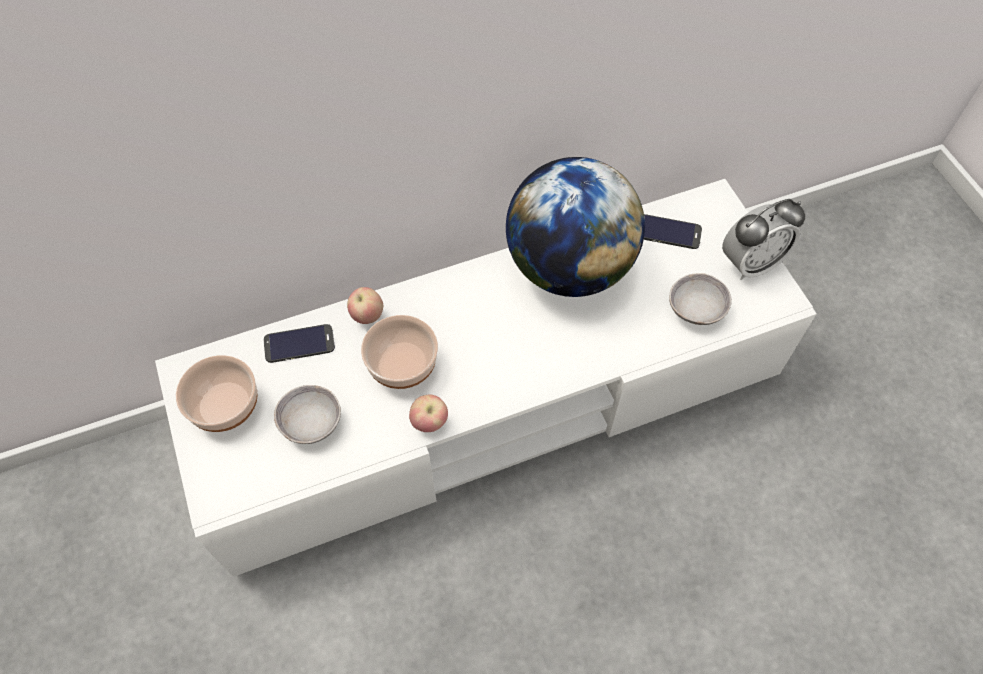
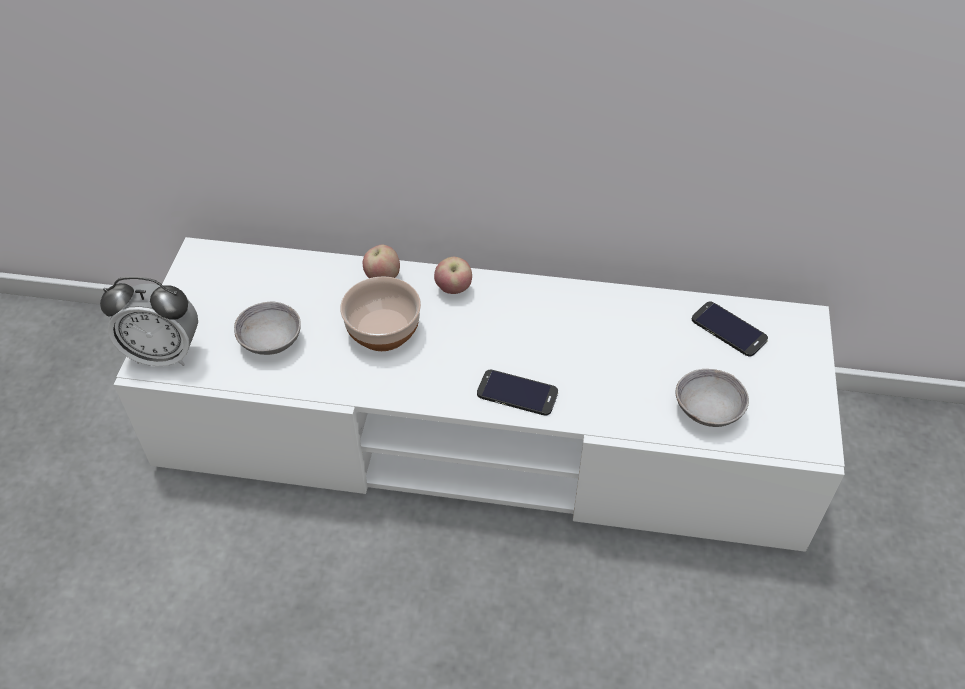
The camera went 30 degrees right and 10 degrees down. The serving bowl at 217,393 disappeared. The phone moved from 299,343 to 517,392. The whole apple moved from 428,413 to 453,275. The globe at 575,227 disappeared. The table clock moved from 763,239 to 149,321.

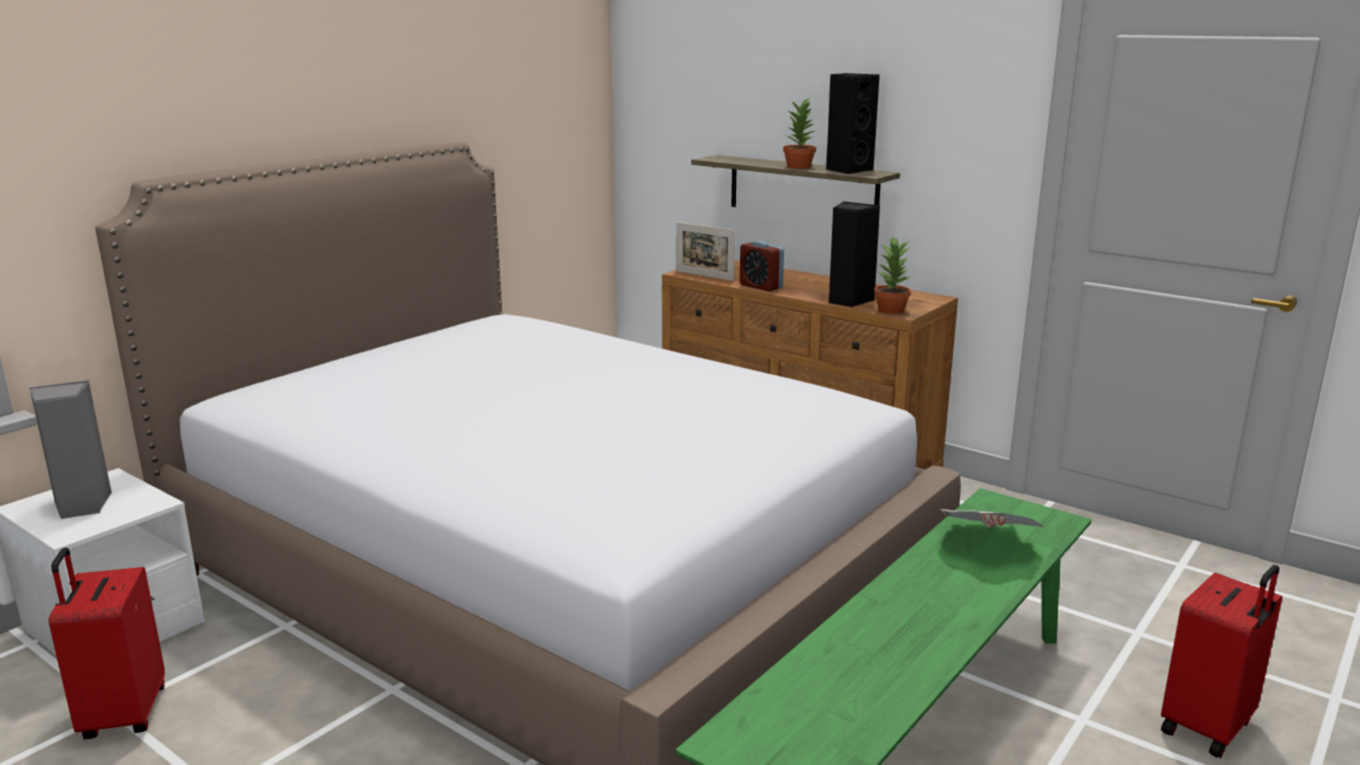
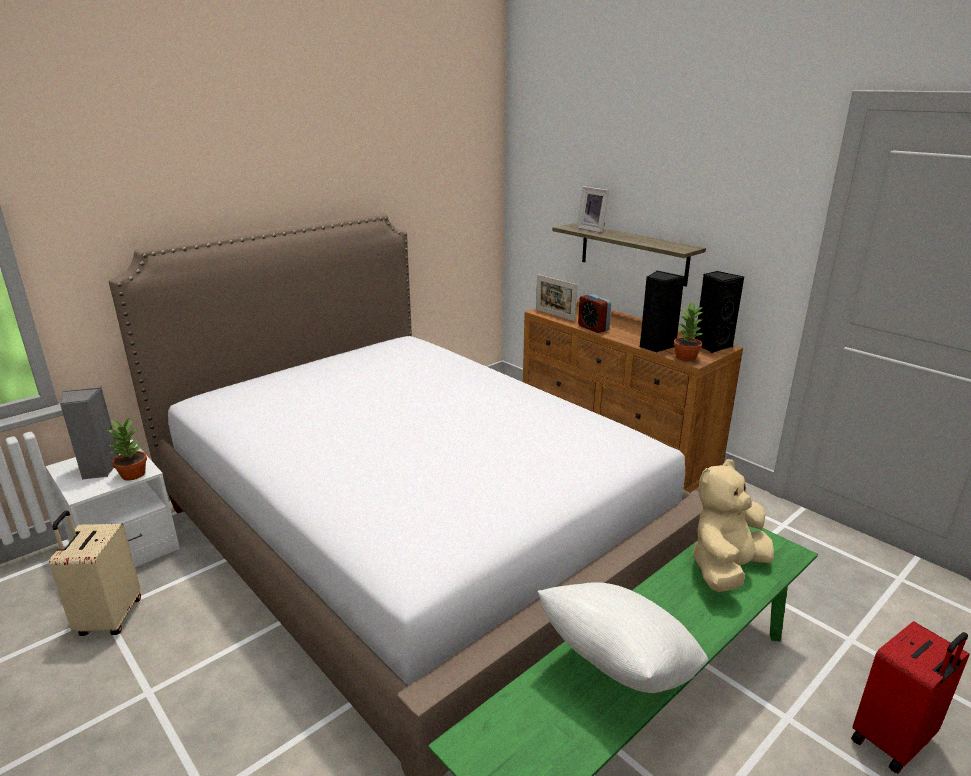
The camera went 10 degrees right and 5 degrees up. The red-coloured piece of luggage at 107,643 became the sand-coloured piece of luggage at 95,573. The houseplant moved from 799,133 to 127,449. The blackish speaker moved from 853,123 to 719,312. The newspaper at 991,518 was replaced by the sand-coloured plush toy at 733,525. The whitish pillow at 622,637 appeared. The standing frame at 593,209 appeared.

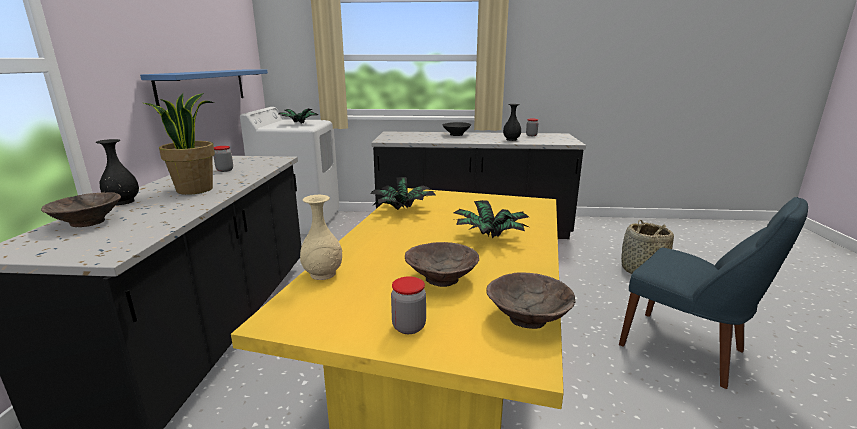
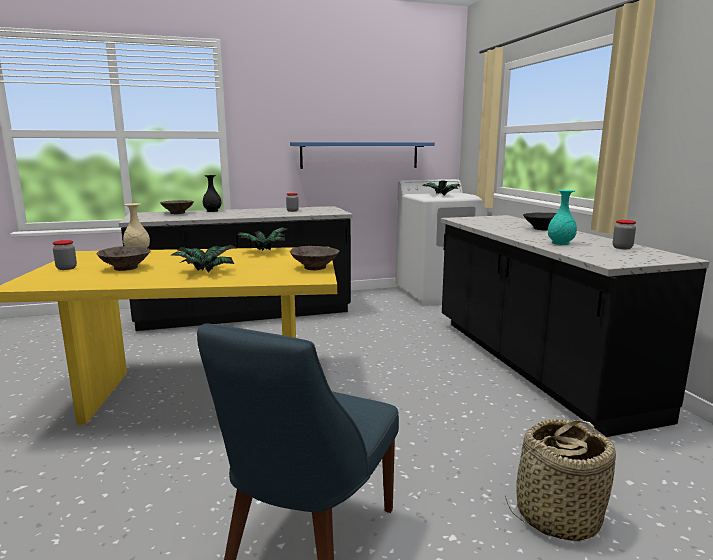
The camera went 70 degrees right and 5 degrees down. The houseplant at 179,144 disappeared. The brown-coloured serving bowl moved from 530,300 to 315,258. The blackish flower vase at 512,122 became the blue-green flower vase at 562,217.

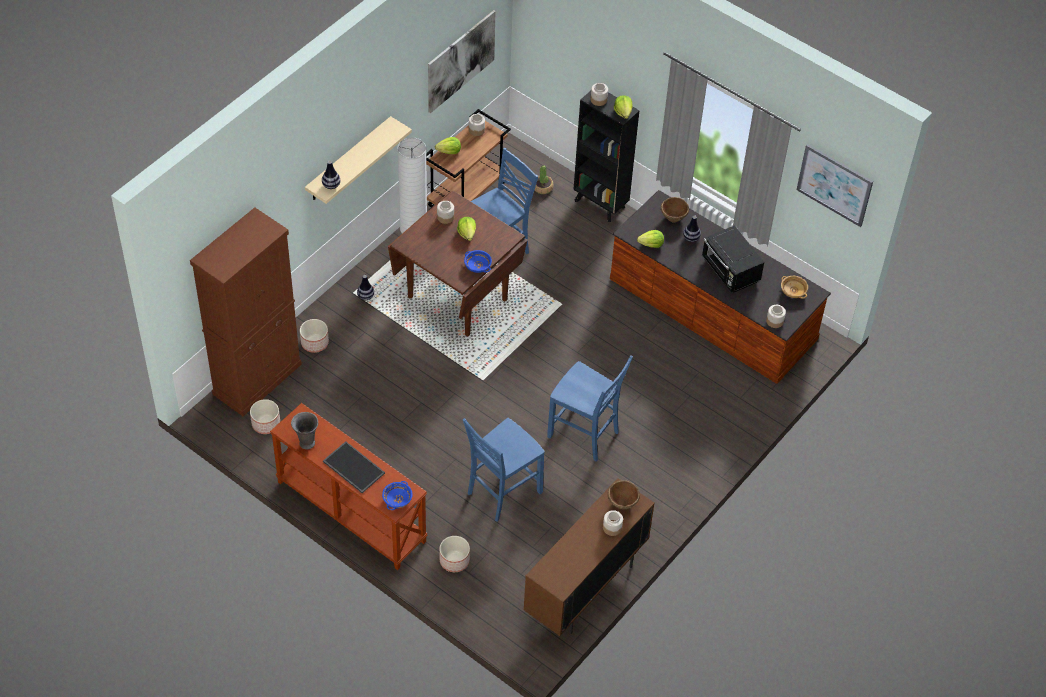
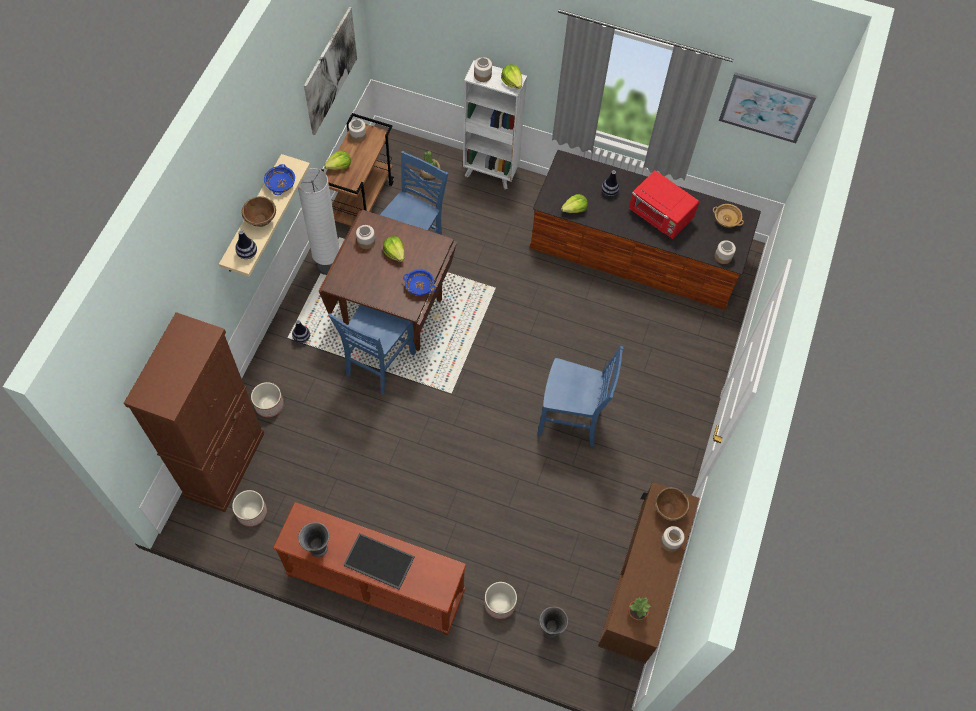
The camera went 20 degrees left and 10 degrees up. The bluish serving bowl moved from 397,495 to 279,179. The bluish chair moved from 504,470 to 372,350. The blackish bookshelf at 606,156 became the whitish bookshelf at 495,124. The brown-coloured serving bowl moved from 675,209 to 258,211. The blackish microwave oven at 733,258 became the red-coloured microwave oven at 664,204. The greyish flower vase at 553,622 appeared. The houseplant at 639,609 appeared.

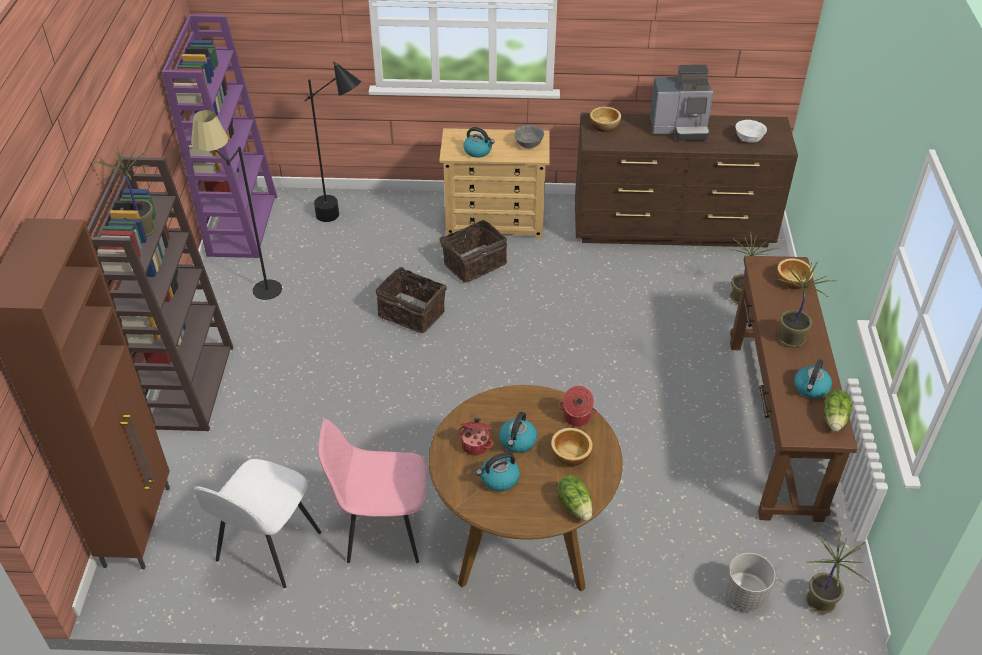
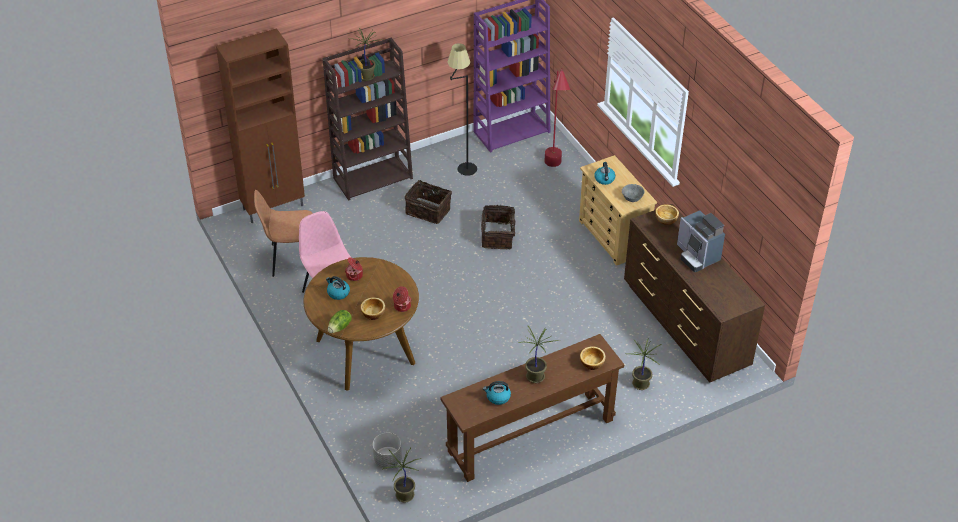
The camera went 60 degrees right and 0 degrees up. The whitish chair at 257,523 became the brown-coloured chair at 283,233. The blackish standard lamp at 333,141 became the red-coloured standard lamp at 557,117. The storage basket moved from 472,251 to 428,200. The water kettle at 518,432 disappeared. The whitish serving bowl at 751,131 disappeared. The lettuce at 838,411 disappeared.

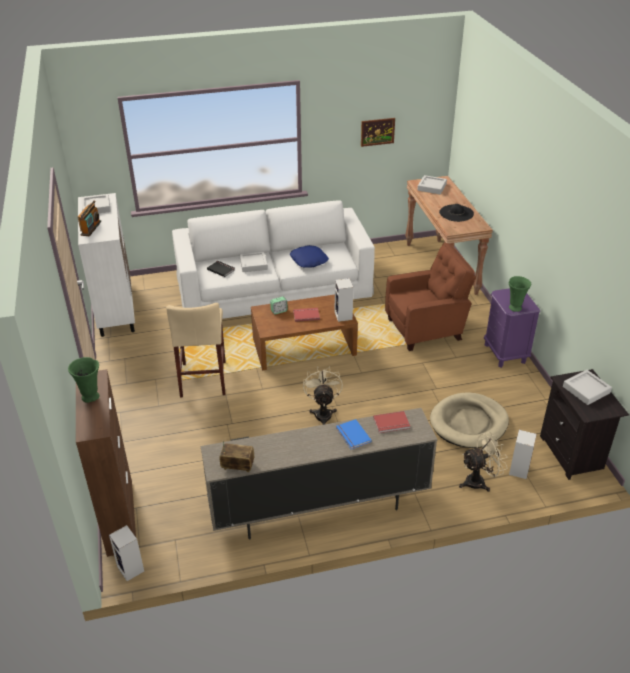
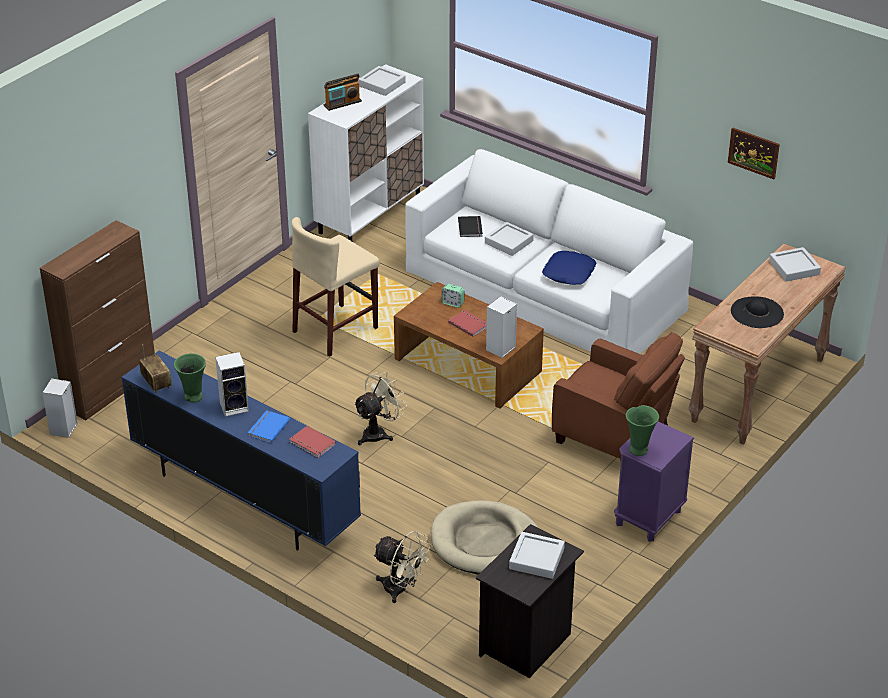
The camera went 50 degrees right and 0 degrees up. The green-coloured flower vase moved from 83,380 to 190,378. The sand-coloured tv stand at 319,473 became the bluish tv stand at 241,451. The speaker moved from 523,454 to 232,384.

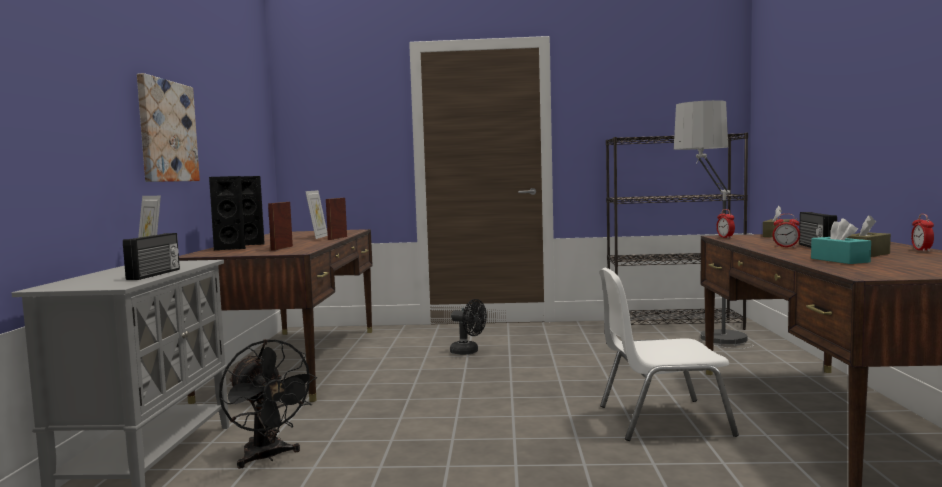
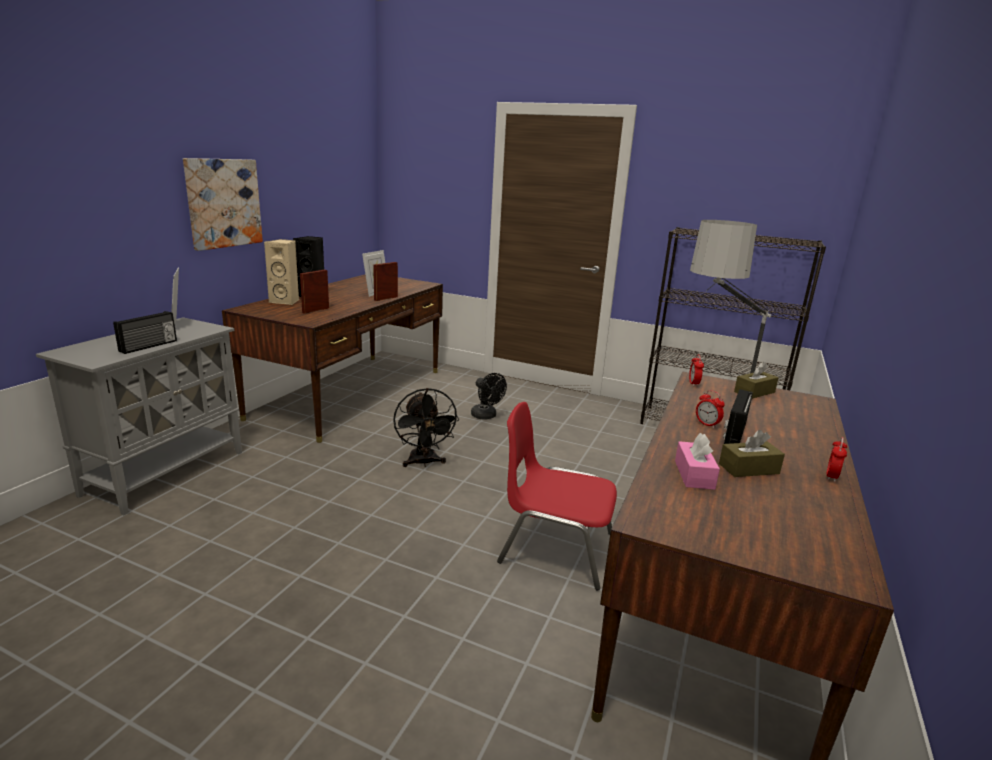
The camera went 20 degrees right and 15 degrees up. The blackish speaker at 227,213 became the sand-coloured speaker at 281,272. The blackish fan moved from 268,404 to 426,427. The whitish chair at 669,354 became the red-coloured chair at 557,496. The blue-green tissue holder at 841,241 became the pink-coloured tissue holder at 697,461.

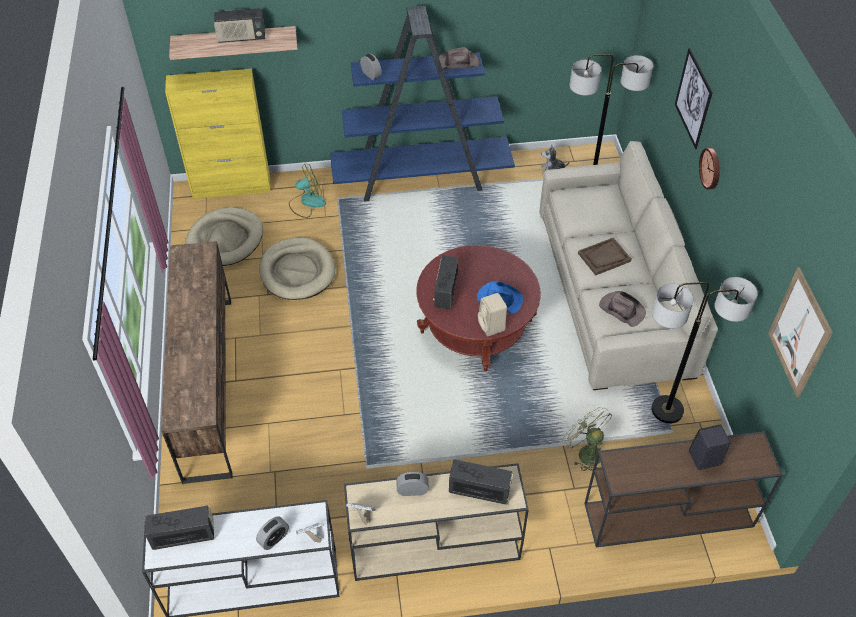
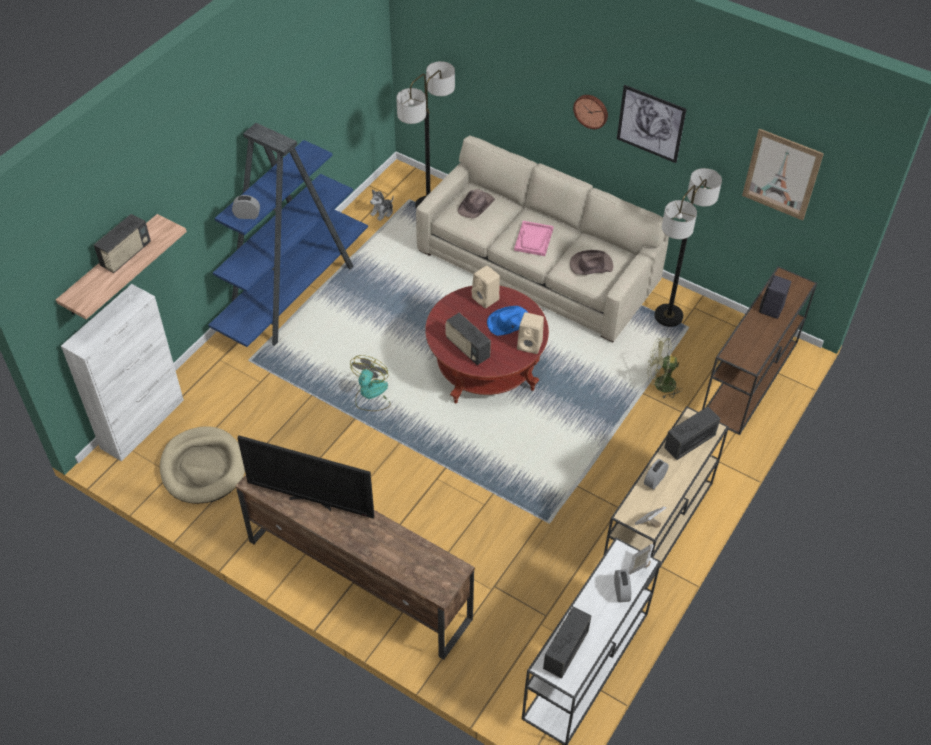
The camera went 50 degrees left and 0 degrees up. The yellow cupboard at 218,134 became the whitish cupboard at 122,373. The sand-coloured dog cushion at 297,268 disappeared. The fan moved from 307,191 to 370,383. The brown-coloured hat moved from 459,58 to 476,203. The brown-coloured serving tray at 604,256 became the pink-coloured serving tray at 534,238. The picture moved from 694,98 to 652,124. The TV at 305,476 appeared. The sand-coloured speaker at 485,287 appeared.

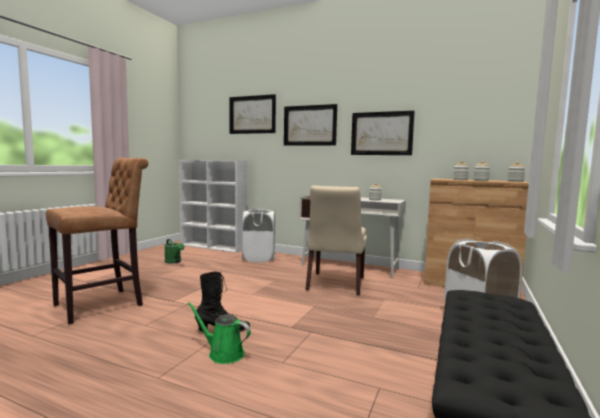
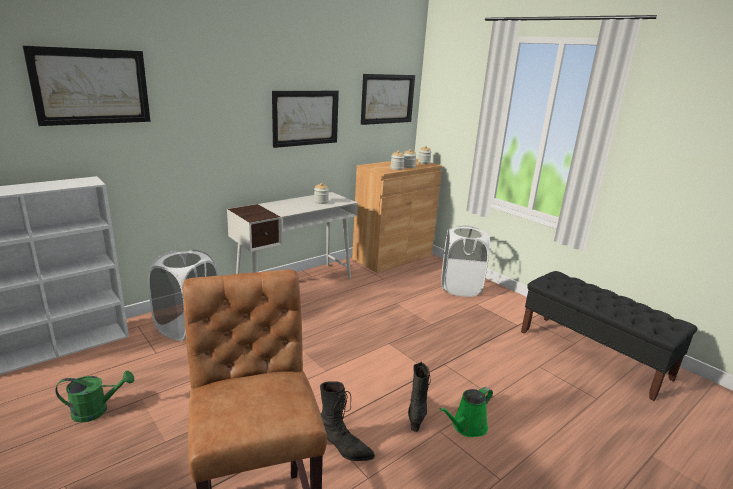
The camera went 65 degrees left and 15 degrees up. The picture moved from 310,125 to 388,99. The sand-coloured chair at 336,241 disappeared. The blackish high-top boot at 347,421 appeared.

